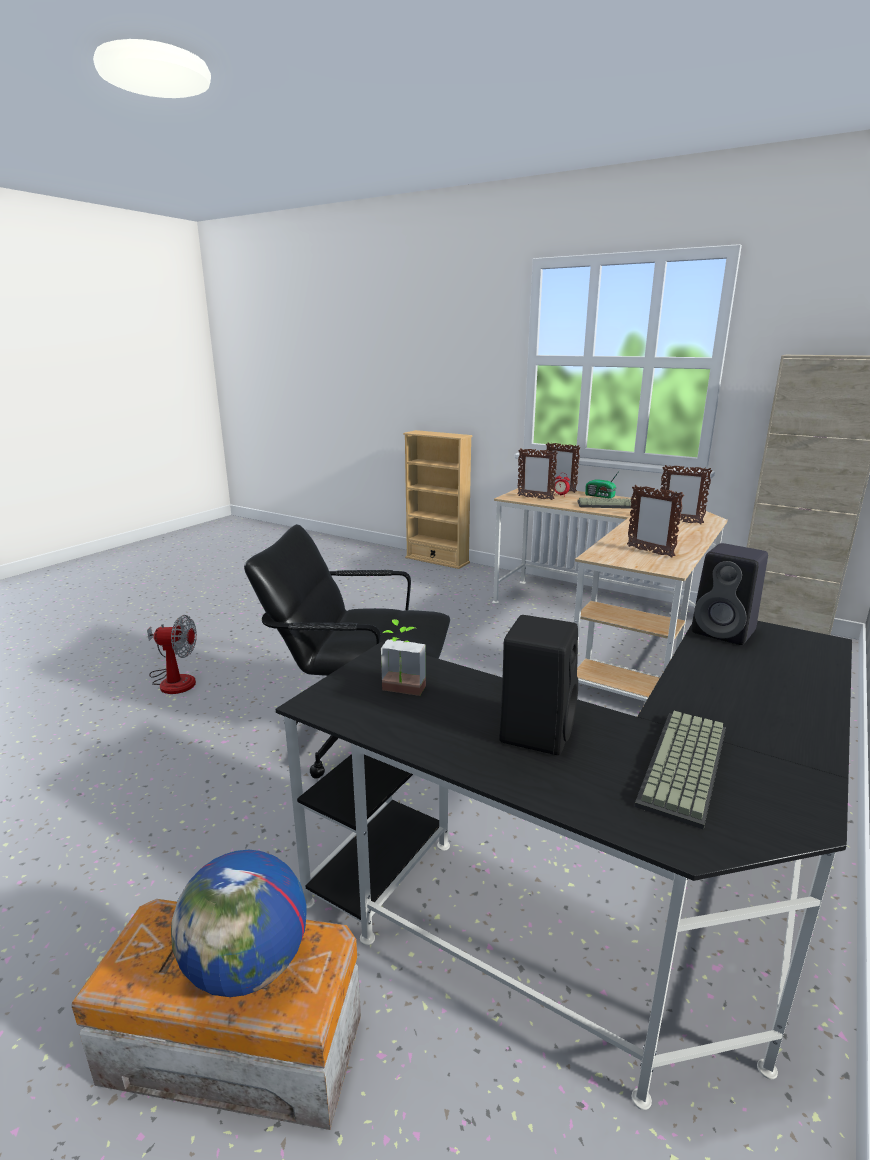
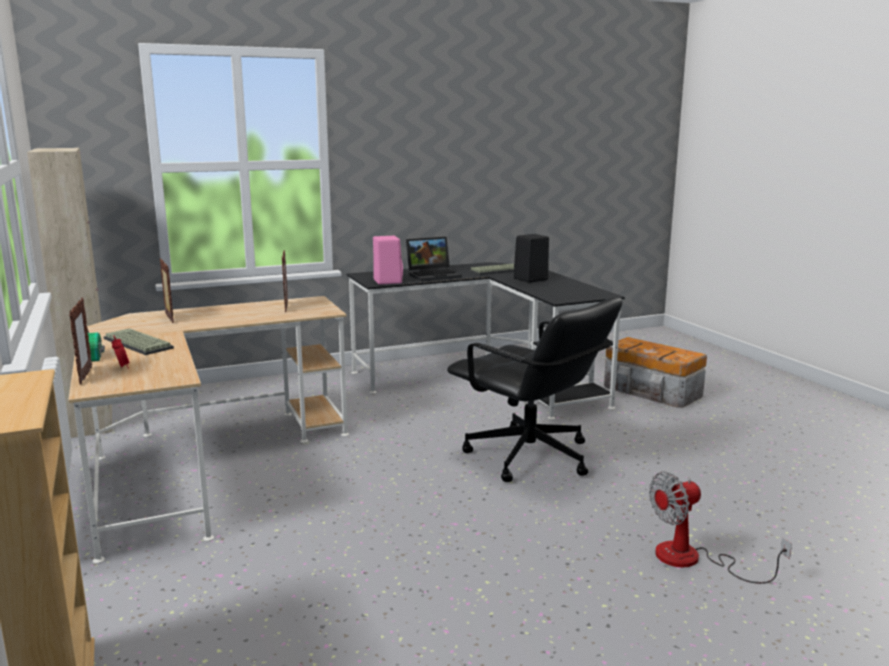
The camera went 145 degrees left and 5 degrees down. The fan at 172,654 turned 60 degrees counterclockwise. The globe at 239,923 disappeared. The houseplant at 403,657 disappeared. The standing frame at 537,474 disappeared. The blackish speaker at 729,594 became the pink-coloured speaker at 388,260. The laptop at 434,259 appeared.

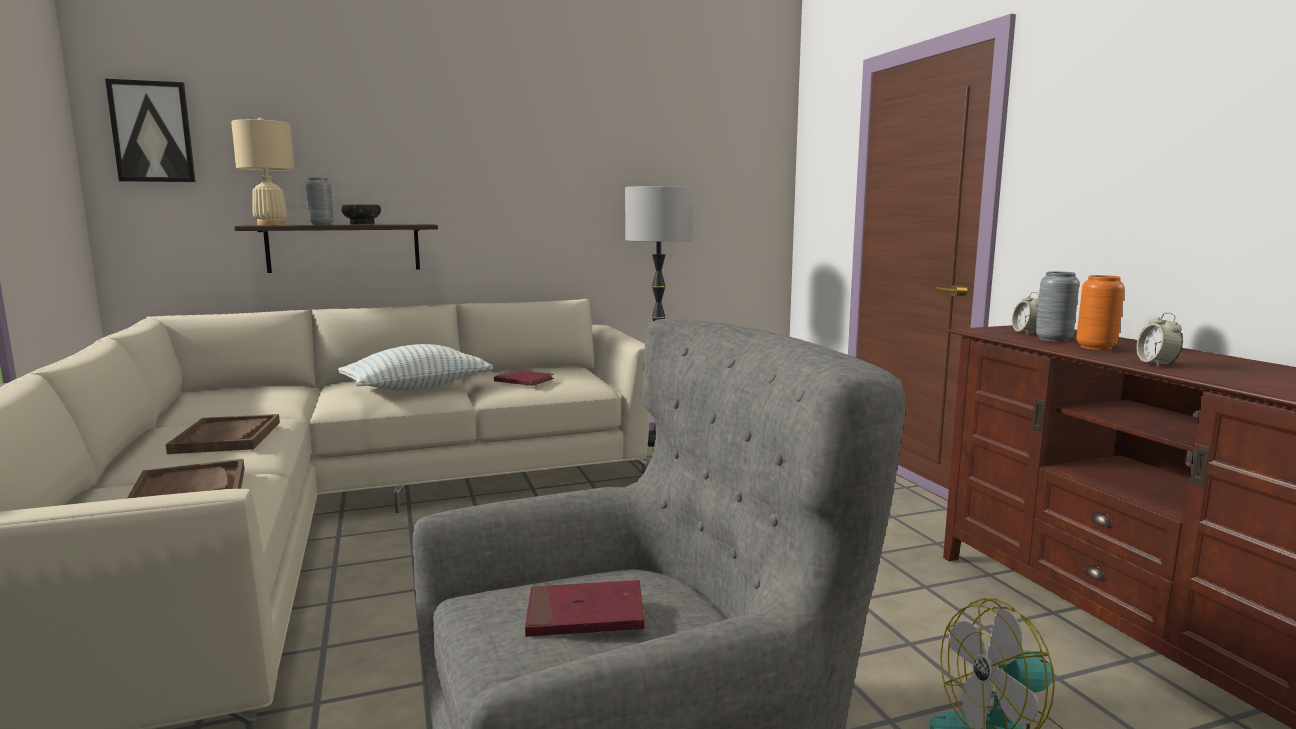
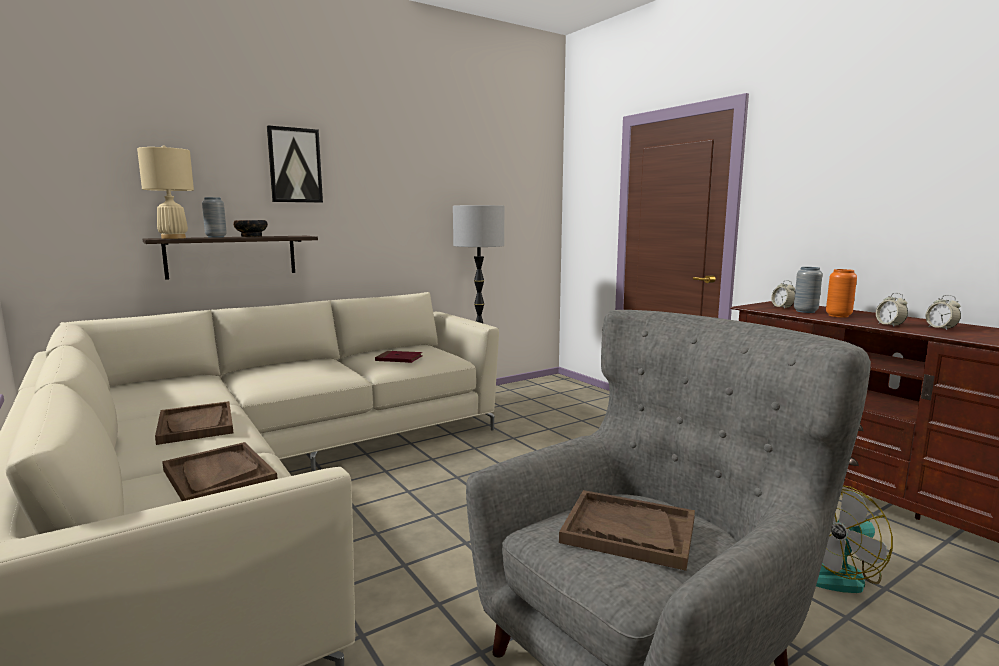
The camera went 15 degrees left and 0 degrees up. The picture moved from 150,130 to 295,164. The pillow at 415,367 disappeared. The red-coloured book at 585,608 was replaced by the brown-coloured serving tray at 627,530. The table clock at 943,312 appeared.

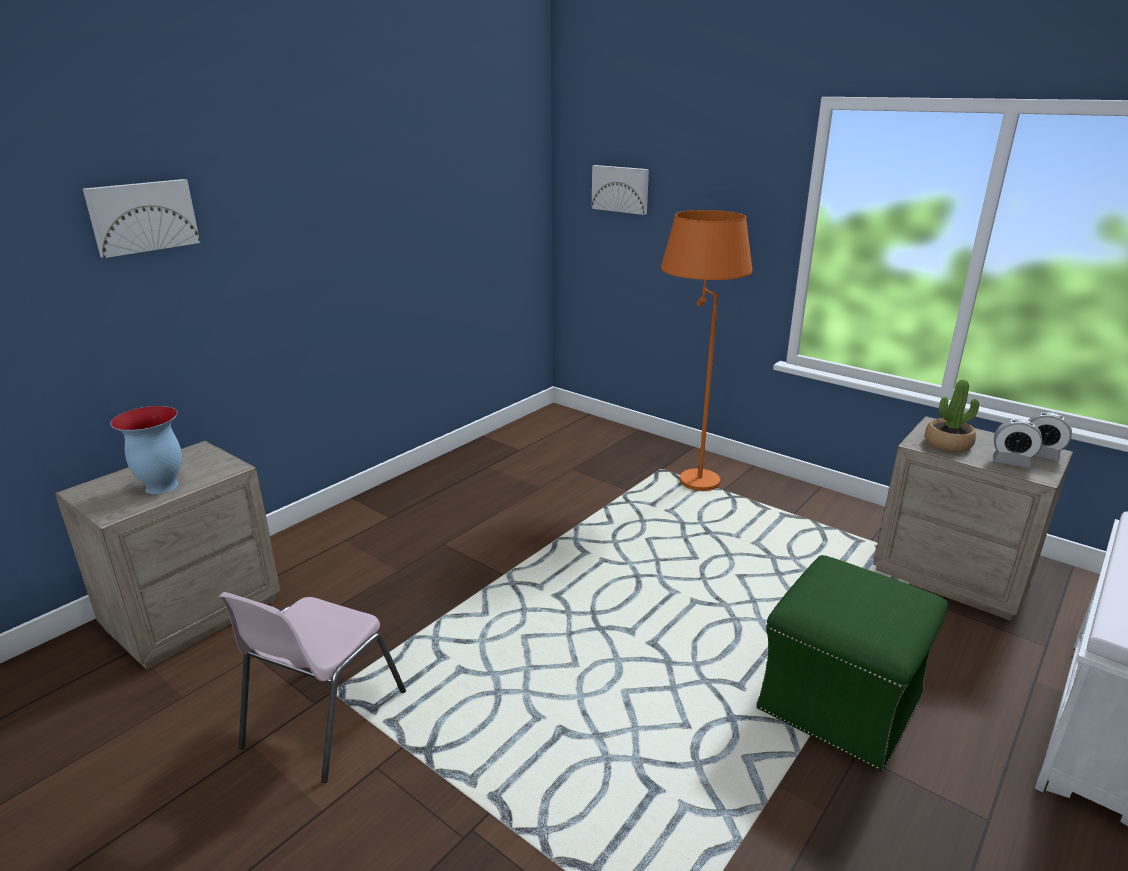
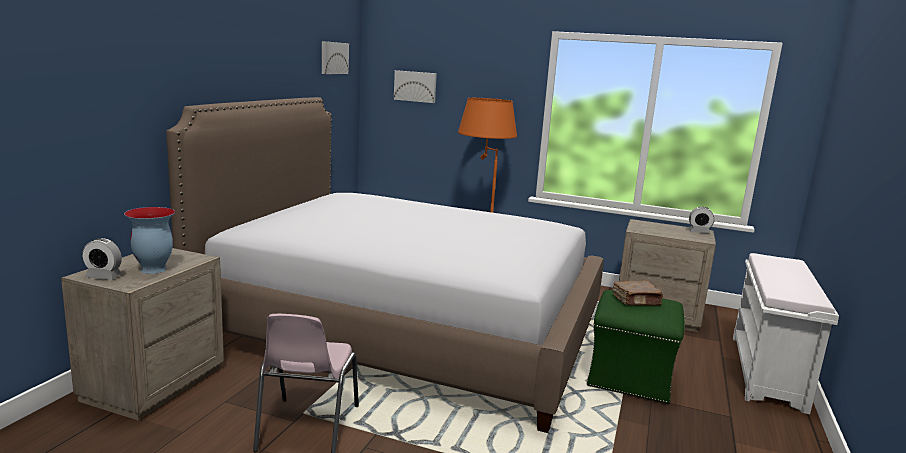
The camera went 20 degrees left and 10 degrees down. The picture moved from 141,218 to 335,57. The houseplant at 952,416 disappeared. The table clock moved from 1018,443 to 102,259. The sleeping bed at 384,265 appeared. The brown-coloured book at 638,293 appeared.

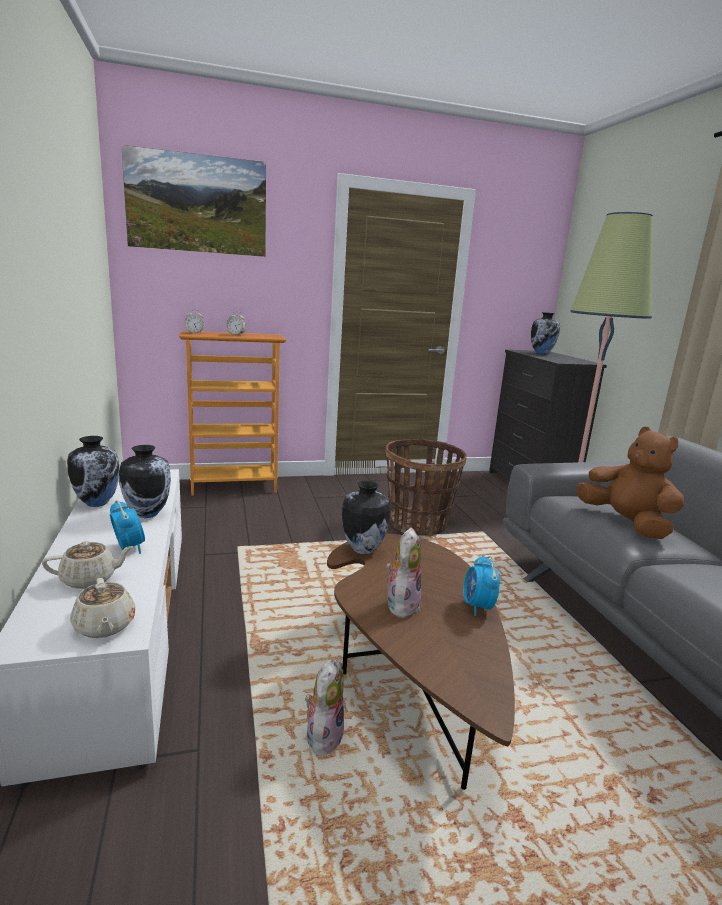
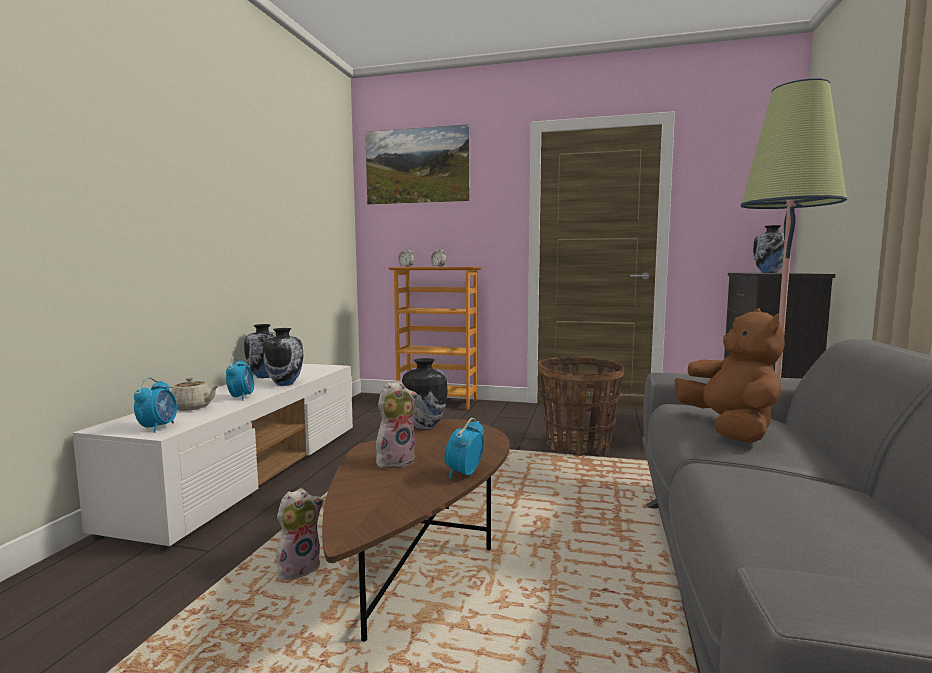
The camera went 30 degrees right and 10 degrees down. The sand-coloured tea pot at 103,608 was replaced by the table clock at 155,405.

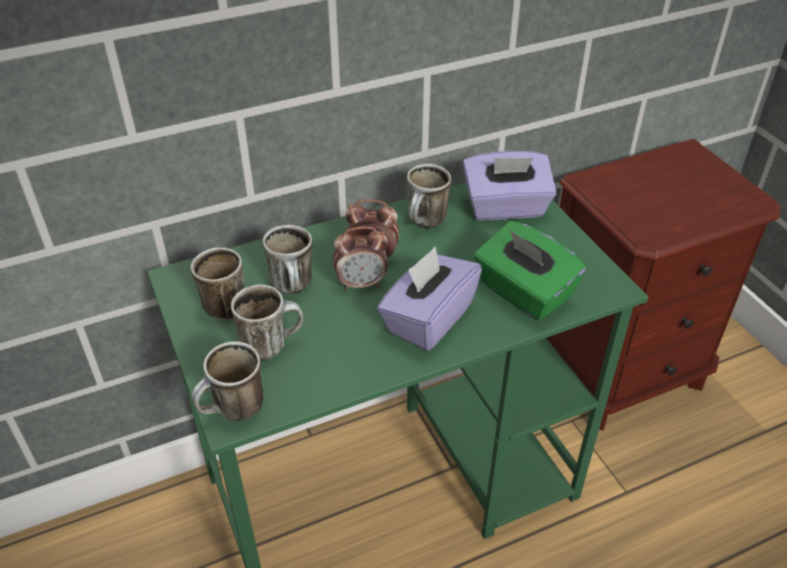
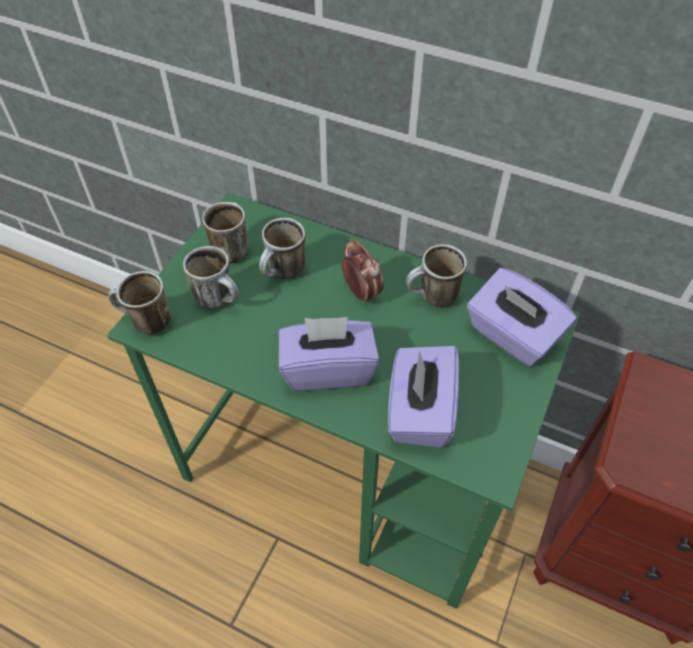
The camera went 50 degrees right and 10 degrees up. The table clock at 360,258 disappeared. The green-coloured tissue holder at 530,270 became the purple tissue holder at 423,397.

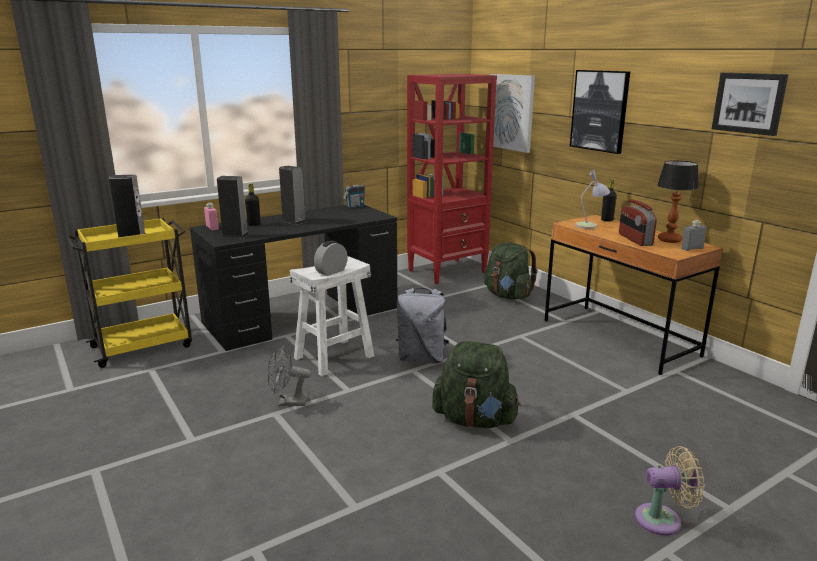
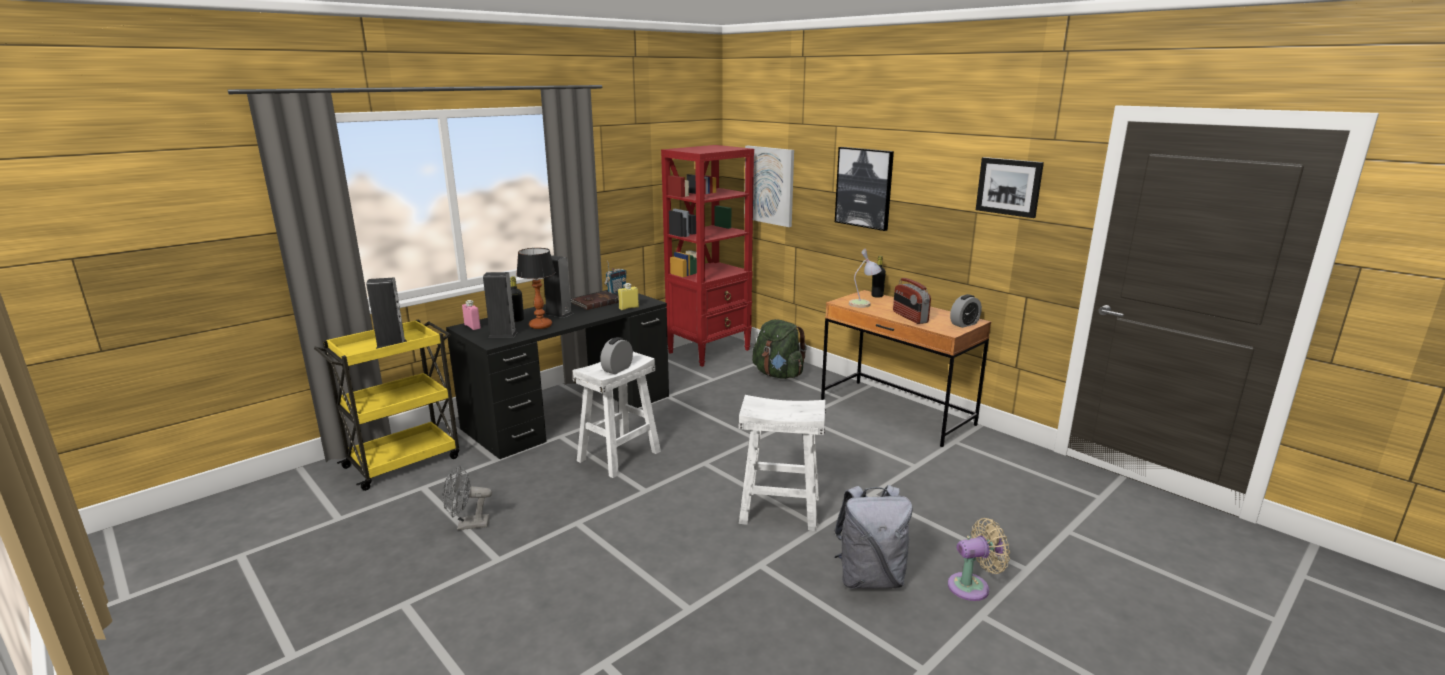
The camera went 10 degrees left and 0 degrees up. The greyish fan moved from 289,376 to 467,497. The greyish rucksack moved from 422,325 to 873,537. The green-coloured rucksack at 476,384 was replaced by the whitish stool seat at 782,463. The tabletop lamp moved from 678,201 to 535,288. The greyish drink bottle at 694,235 was replaced by the table clock at 966,311. The brown-coloured book at 594,300 appeared. The yellow drink bottle at 628,296 appeared.

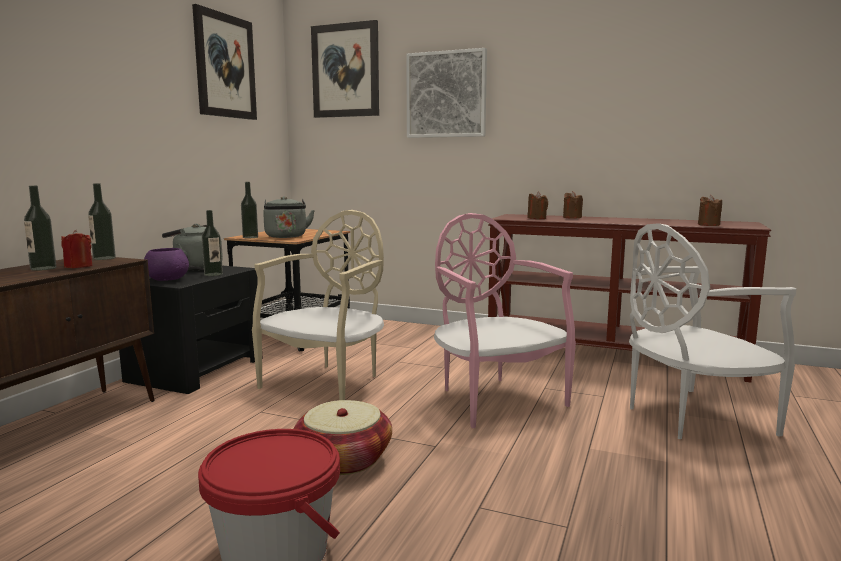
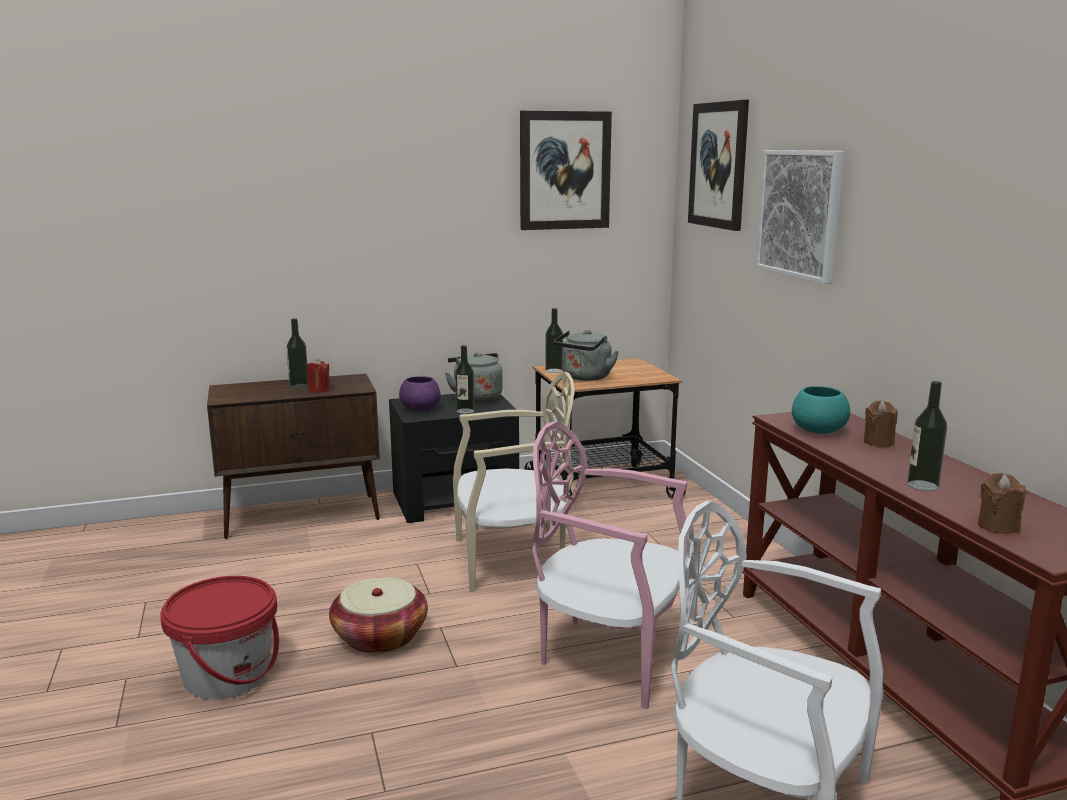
The camera went 50 degrees right and 5 degrees up. The drink bottle moved from 102,221 to 927,436. The pink-coloured chair at 505,320 turned 90 degrees counterclockwise. The brown-coloured candle at 537,205 was replaced by the blue-green serving bowl at 821,410.

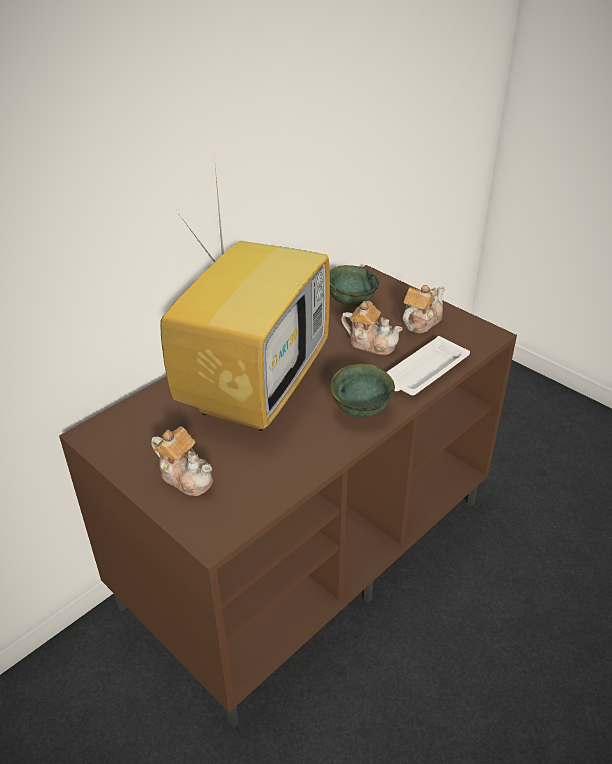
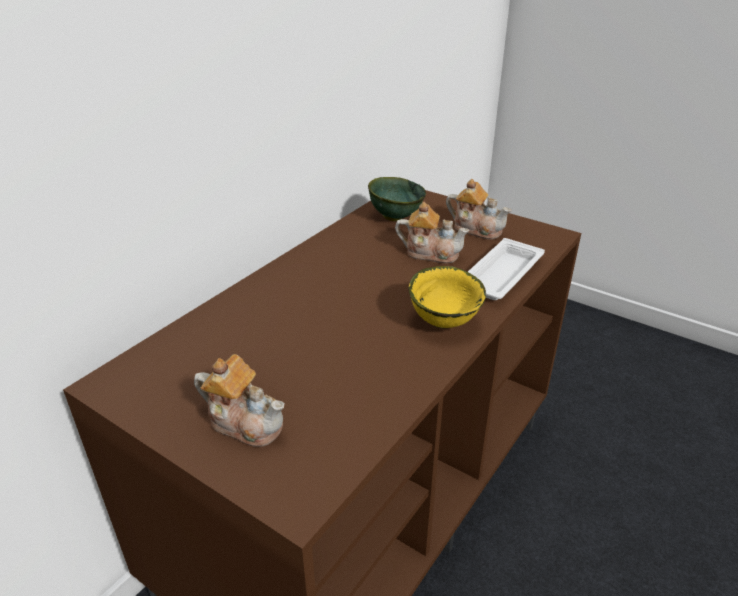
The camera went 10 degrees left and 5 degrees down. The TV at 245,294 disappeared. The green-coloured serving bowl at 362,390 became the yellow serving bowl at 447,297. The tea pot at 423,309 turned 90 degrees clockwise.

